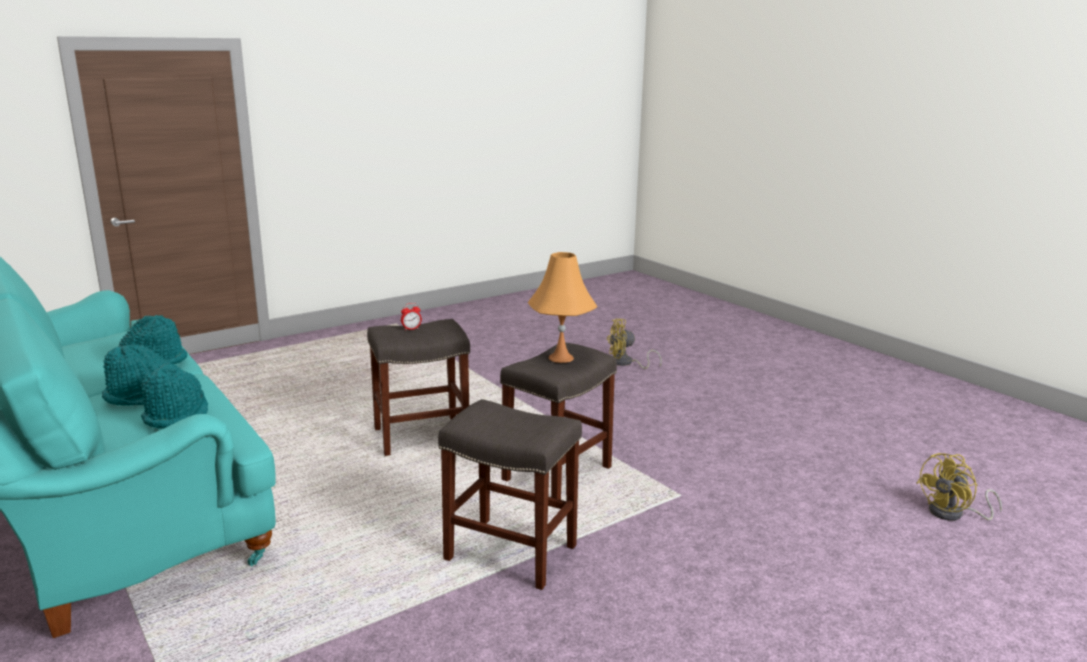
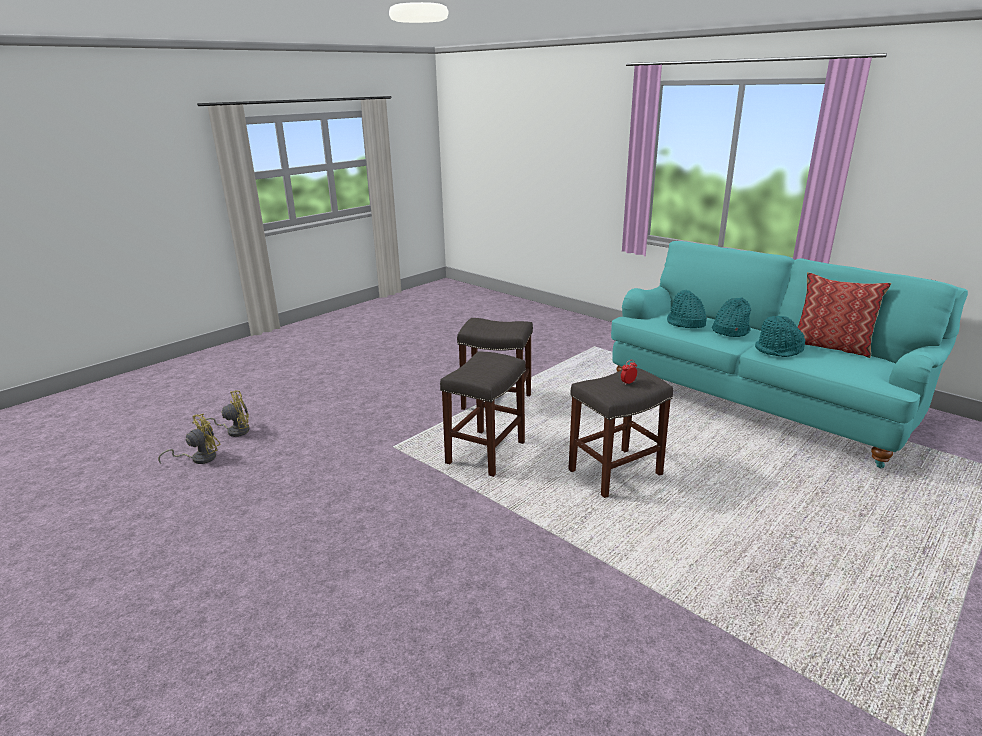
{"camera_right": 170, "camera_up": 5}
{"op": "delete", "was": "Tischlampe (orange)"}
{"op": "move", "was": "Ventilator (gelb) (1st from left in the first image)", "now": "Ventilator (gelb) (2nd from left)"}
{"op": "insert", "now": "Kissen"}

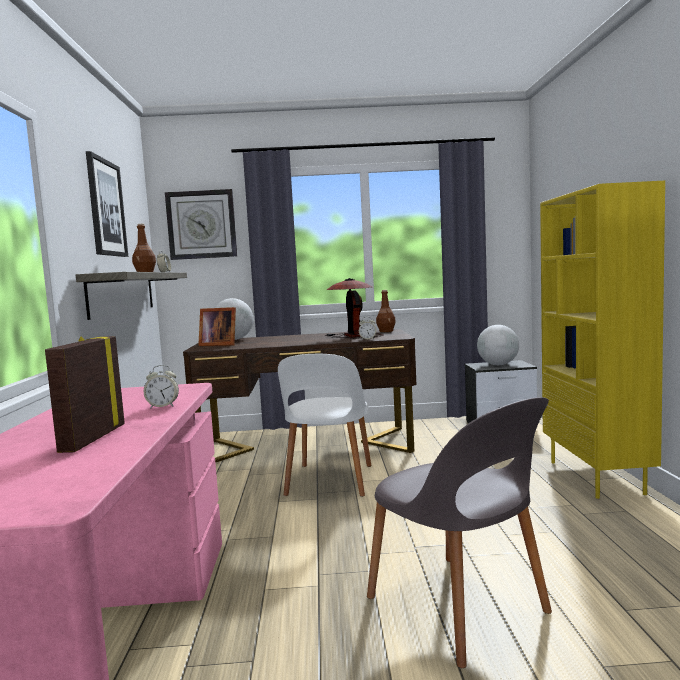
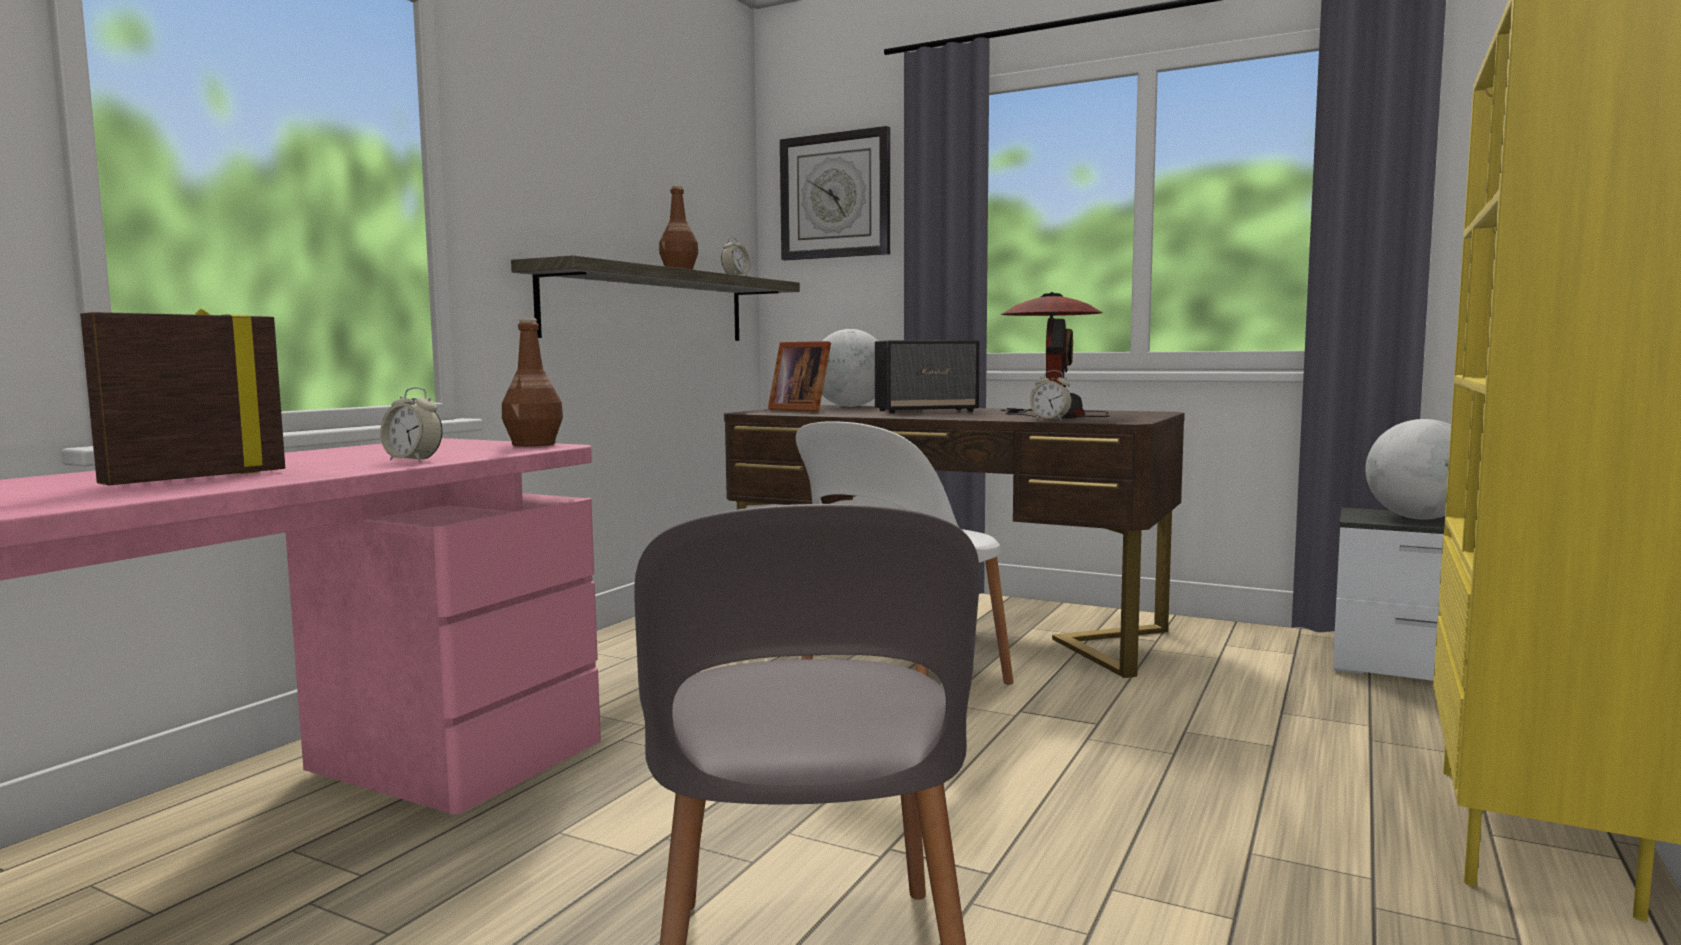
{"camera_right": 30, "camera_up": 0}
{"op": "delete", "was": "Bild"}
{"op": "move", "was": "Flasche (braun) (2nd from left in the first image)", "now": "Flasche (braun) (1st from left)"}
{"op": "insert", "now": "Lautsprecher"}

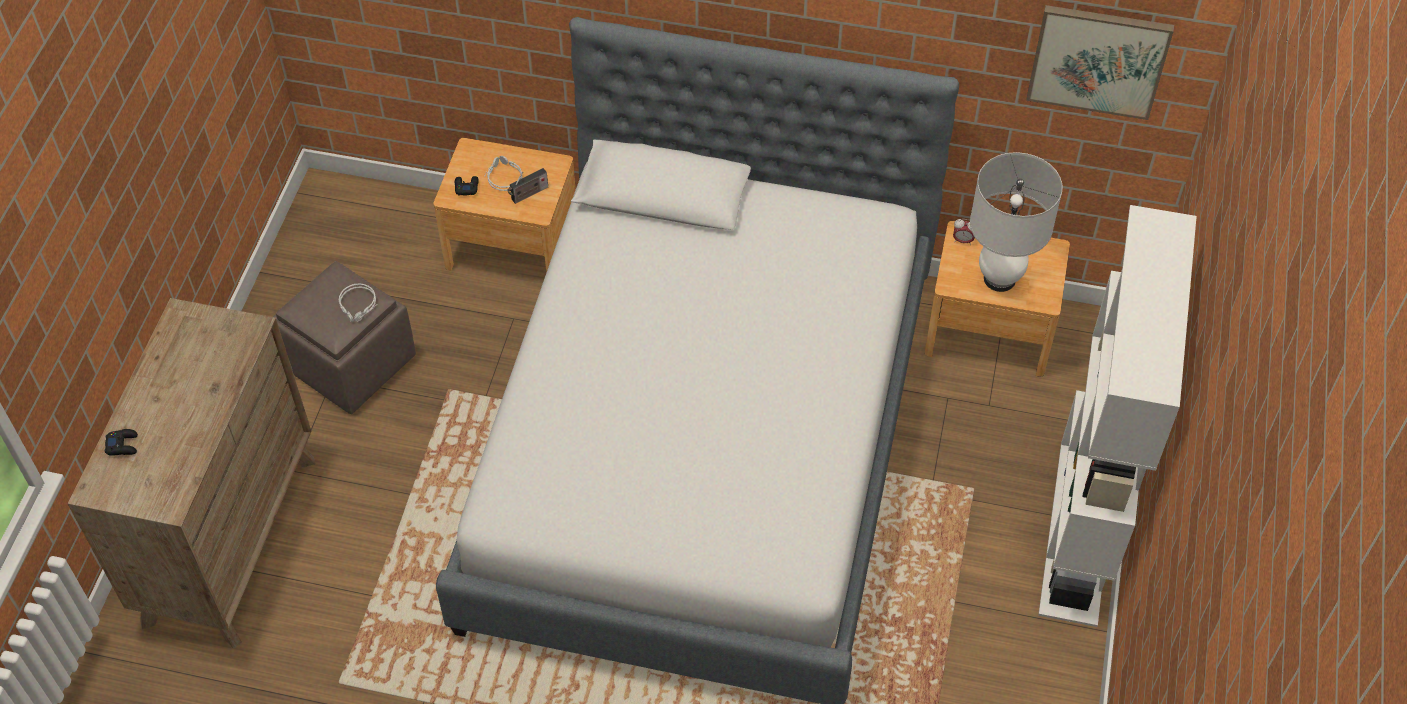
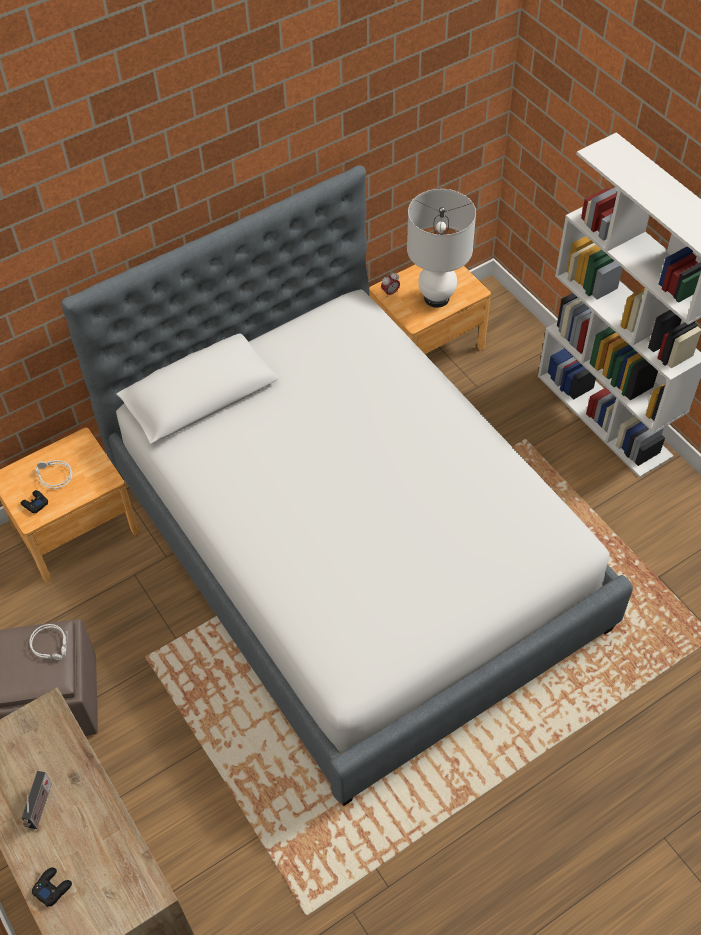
{"camera_right": -45, "camera_up": 0}
{"op": "delete", "was": "Bild"}
{"op": "move", "was": "Radio"}

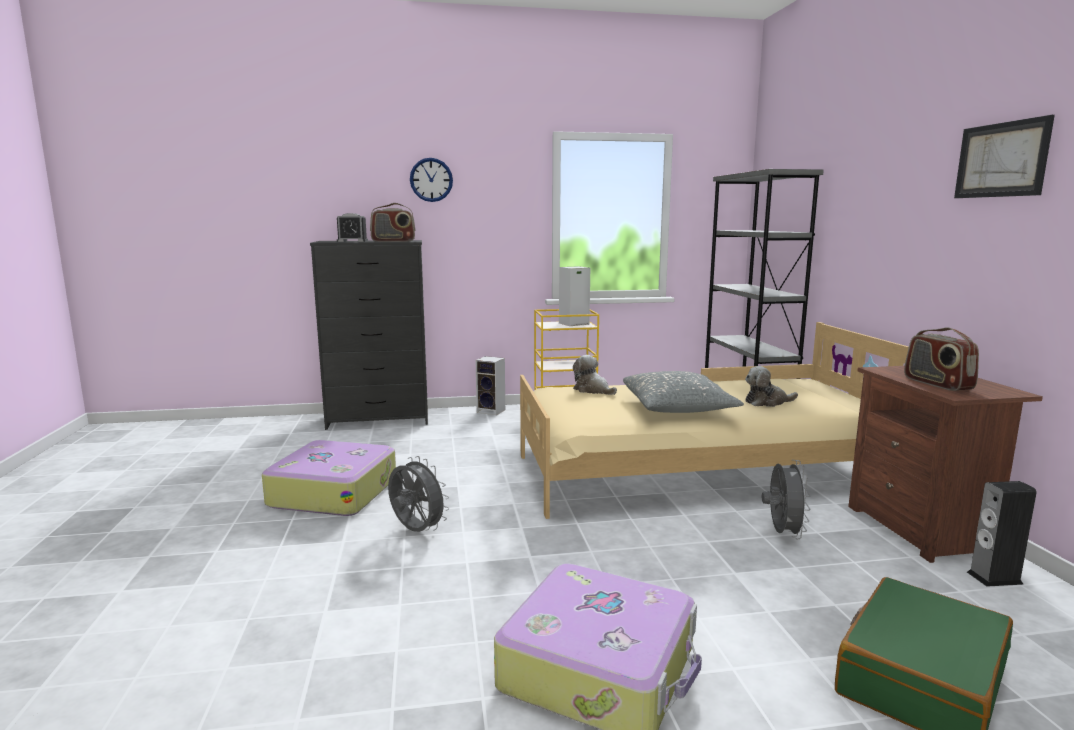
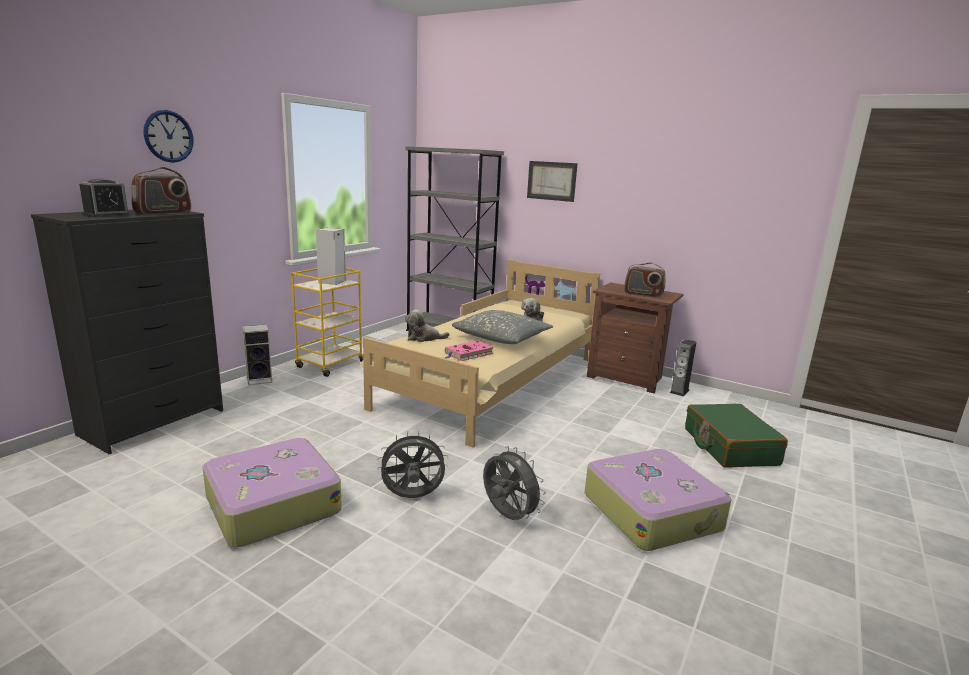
{"camera_right": -50, "camera_up": 5}
{"op": "move", "was": "Bild"}
{"op": "move", "was": "Ventilator (grau) (2nd from left)"}
{"op": "insert", "now": "Buch (rosa)"}

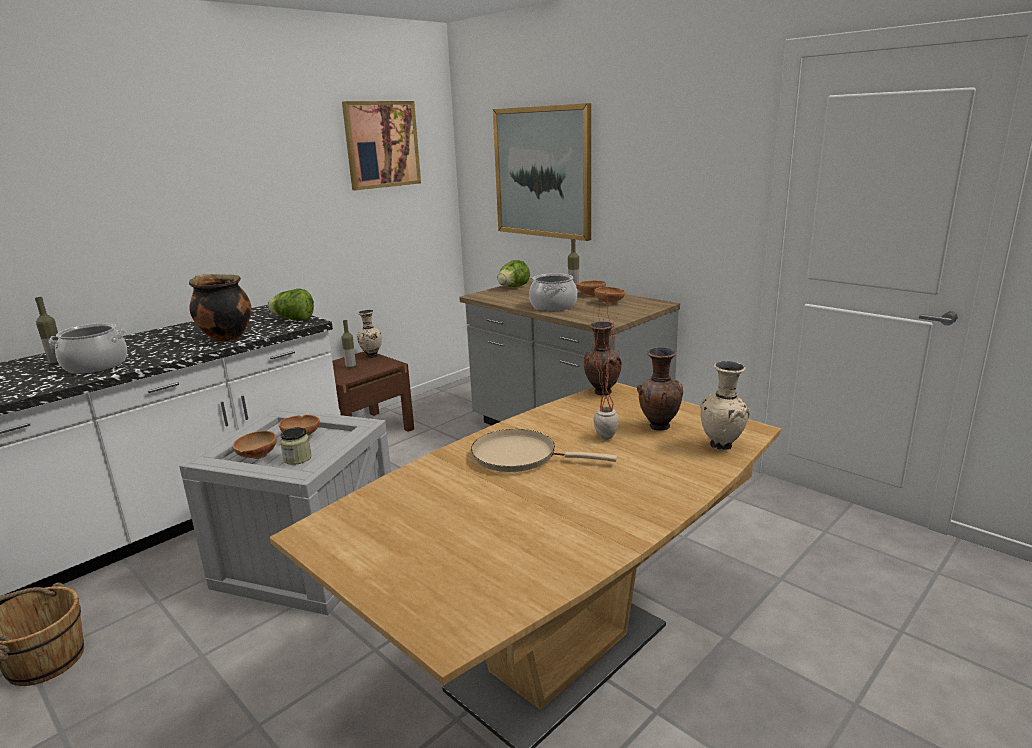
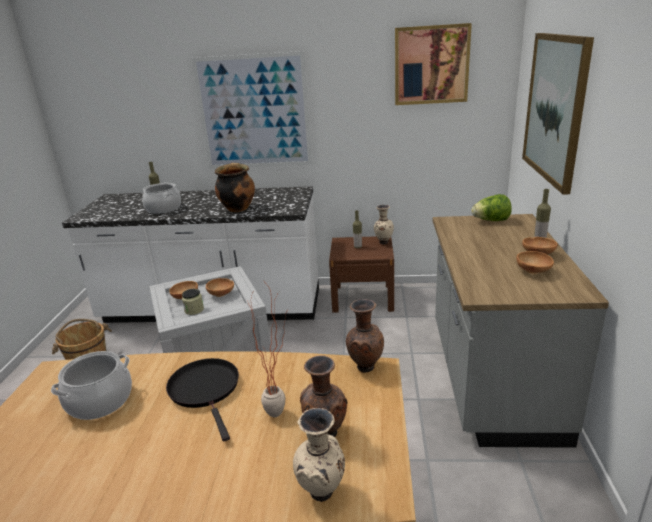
{"camera_right": 50, "camera_up": 5}
{"op": "move", "was": "Kochtopf (3rd from left in the first image)", "now": "Kochtopf (1st from left)"}
{"op": "delete", "was": "Salatkopf (1st from left)"}
{"op": "recolor", "was": "Pfanne (beige)", "now": "Pfanne (schwarz)"}
{"op": "insert", "now": "Bild (1st from left)"}

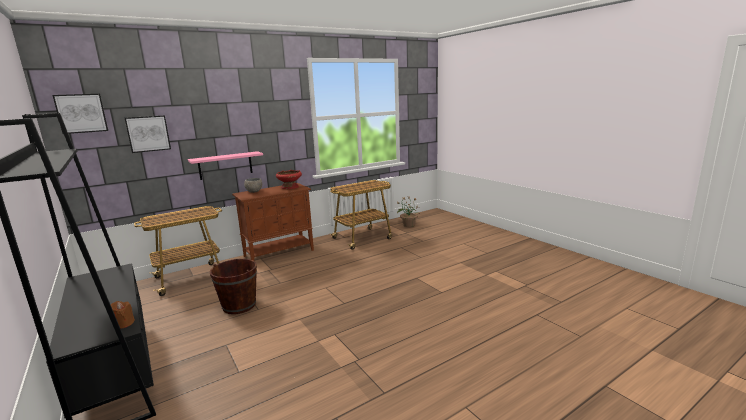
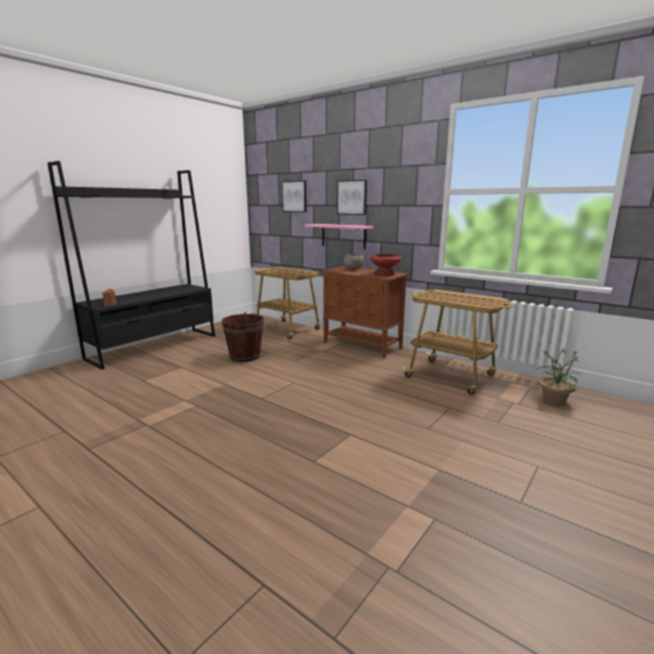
{"camera_right": 70, "camera_up": 0}
{"op": "move", "was": "Bild (1st from left in the first image)", "now": "Bild (2nd from left)"}

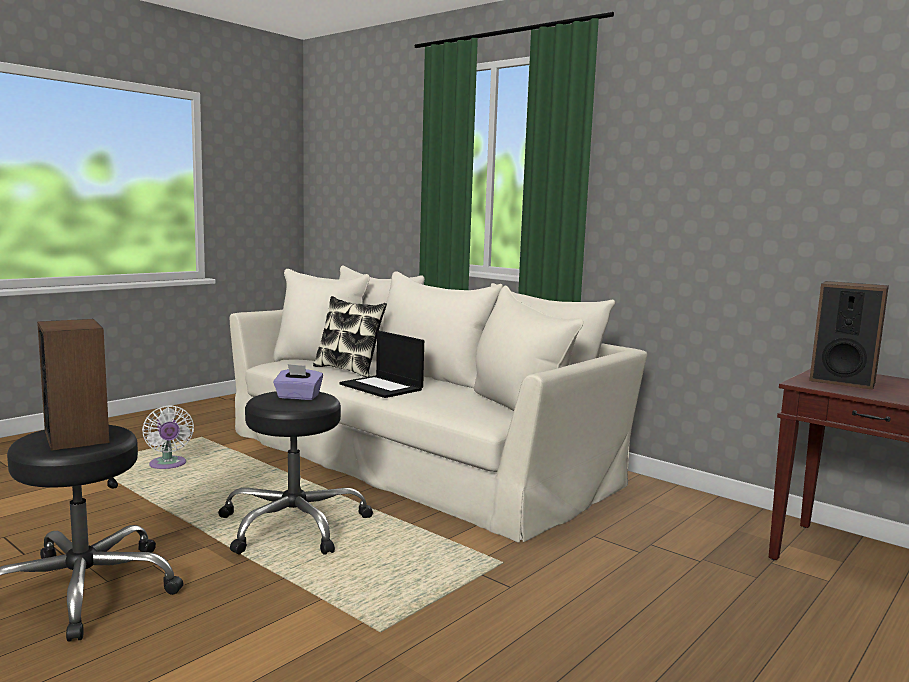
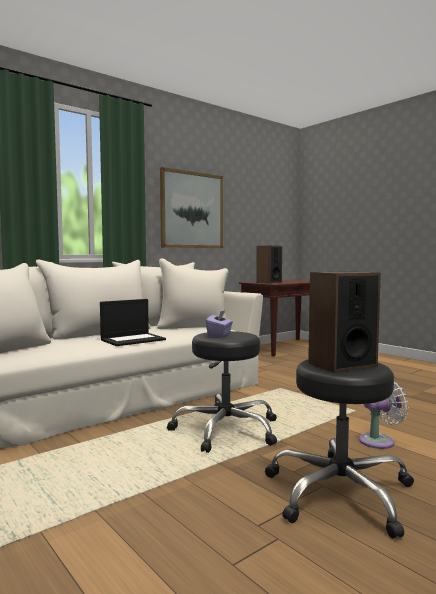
{"camera_right": -80, "camera_up": -5}
{"op": "delete", "was": "Kissen"}
{"op": "move", "was": "Ventilator (weiß)"}
{"op": "insert", "now": "Bild"}

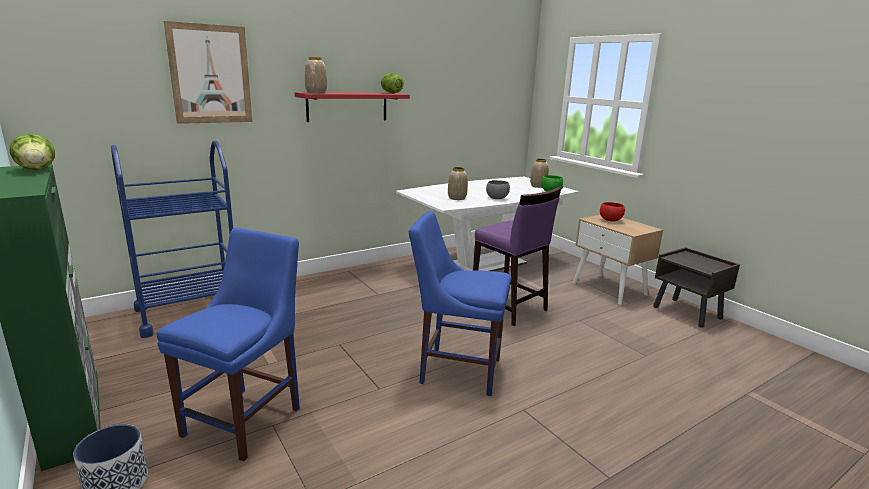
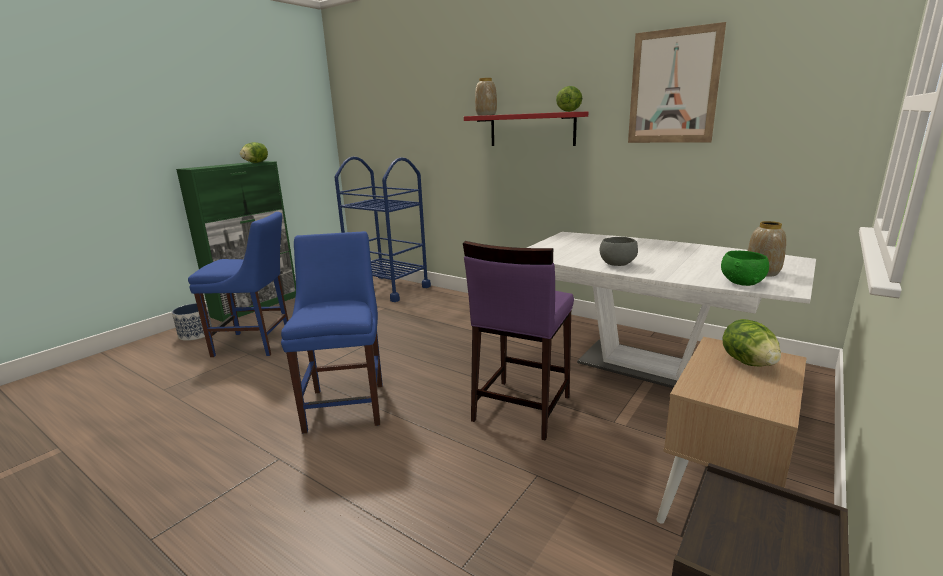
{"camera_right": 70, "camera_up": 0}
{"op": "move", "was": "Bild"}
{"op": "delete", "was": "Vase (2nd from left)"}
{"op": "replace", "was": "Schüssel (rot)", "now": "Salatkopf (3rd from left)"}

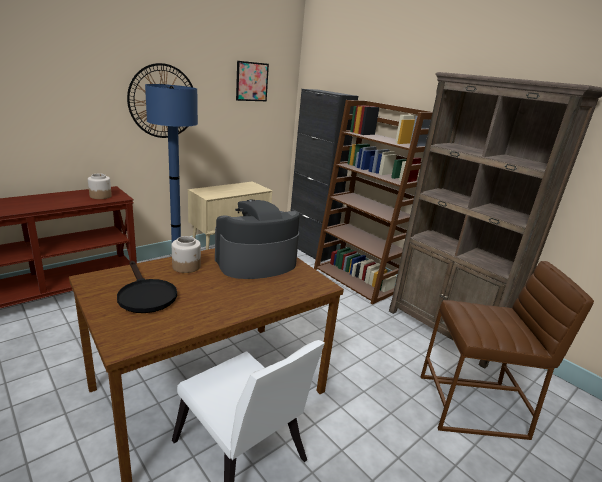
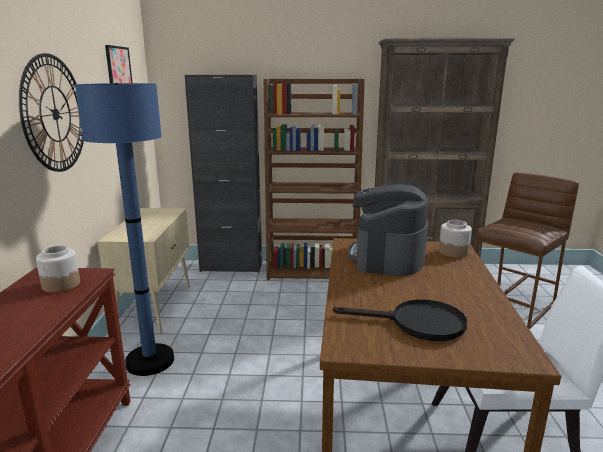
{"camera_right": -45, "camera_up": -5}
{"op": "move", "was": "Vorratsglas (2nd from left)"}

